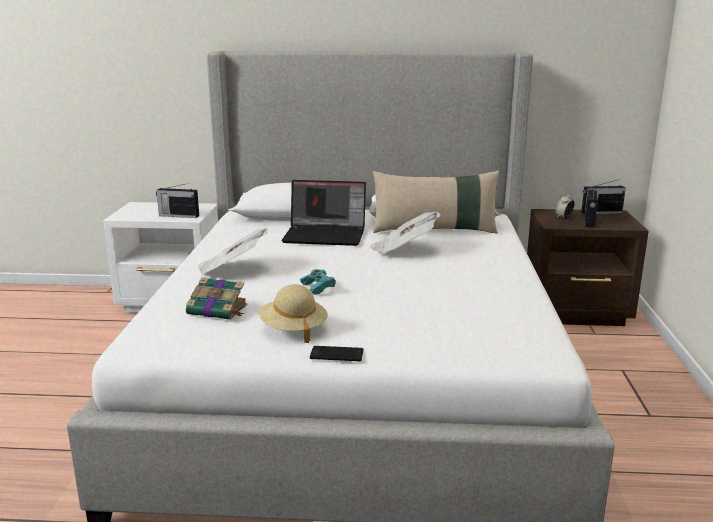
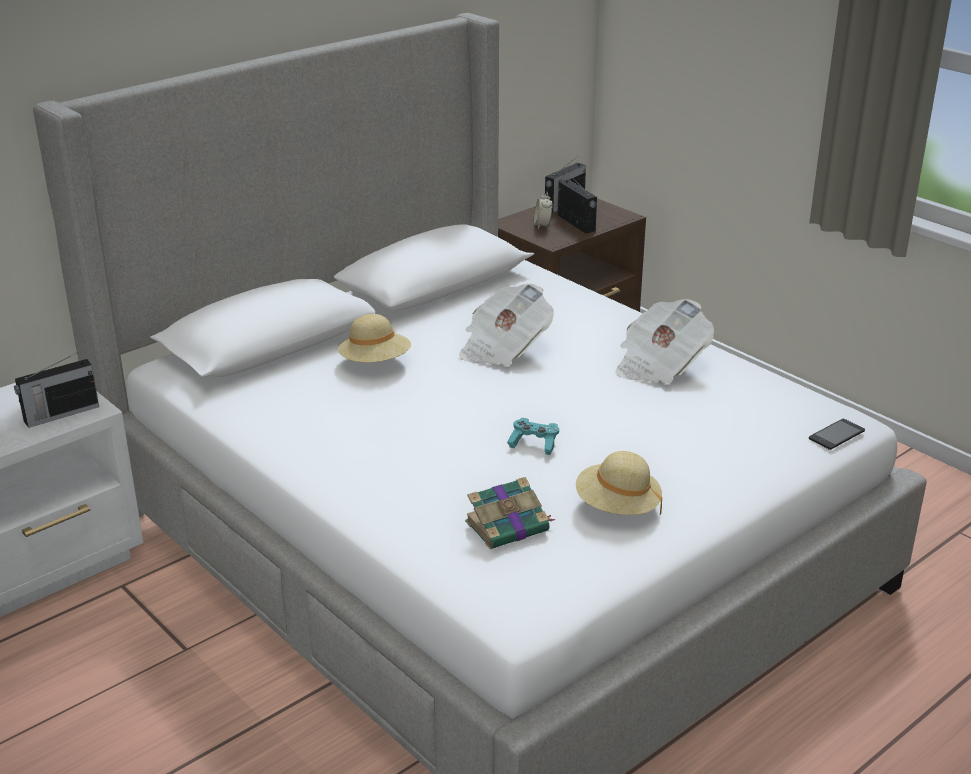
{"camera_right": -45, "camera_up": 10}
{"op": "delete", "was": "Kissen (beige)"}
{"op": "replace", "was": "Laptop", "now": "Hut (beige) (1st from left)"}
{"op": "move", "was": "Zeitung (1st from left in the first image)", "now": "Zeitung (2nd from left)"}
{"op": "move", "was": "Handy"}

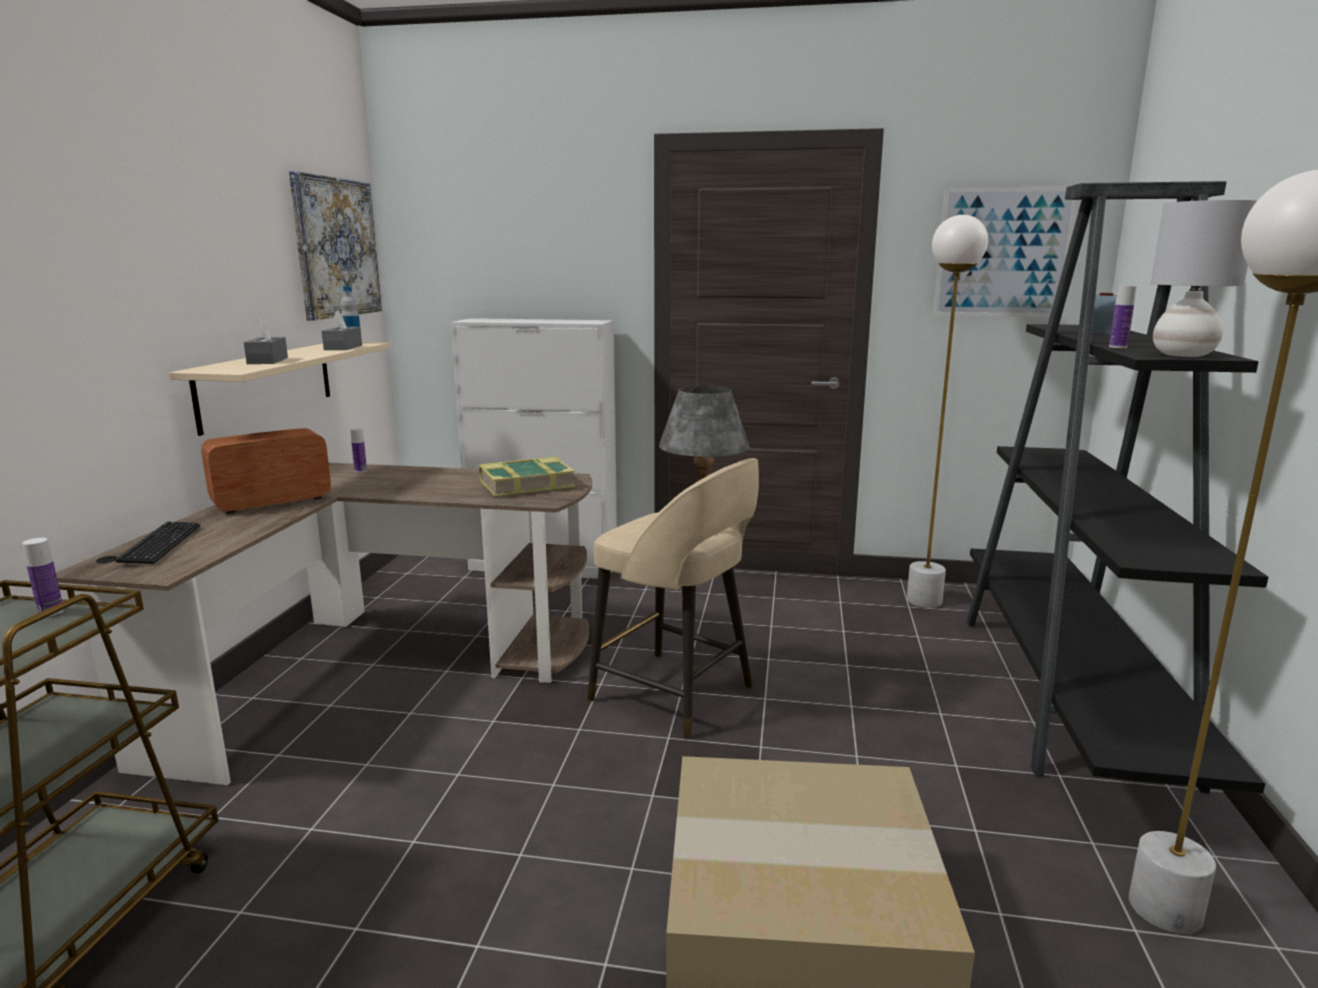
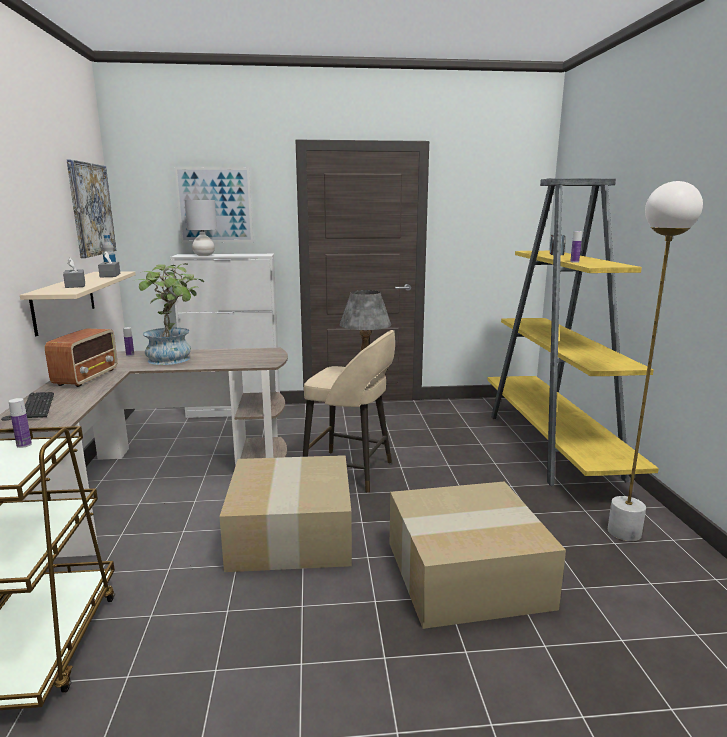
{"camera_right": -15, "camera_up": 0}
{"op": "recolor", "was": "Bücherregal (schwarz)", "now": "Bücherregal (gelb)"}
{"op": "move", "was": "Bild (2nd from left)"}
{"op": "move", "was": "Tischlampe (grau) (2nd from left in the first image)", "now": "Tischlampe (grau) (1st from left)"}
{"op": "delete", "was": "Stehlampe (weiß) (1st from left)"}
{"op": "rotate", "was": "Radio", "clockwise": 150}
{"op": "delete", "was": "Buch"}
{"op": "insert", "now": "Topfpflanze"}
{"op": "insert", "now": "Karton (1st from left)"}

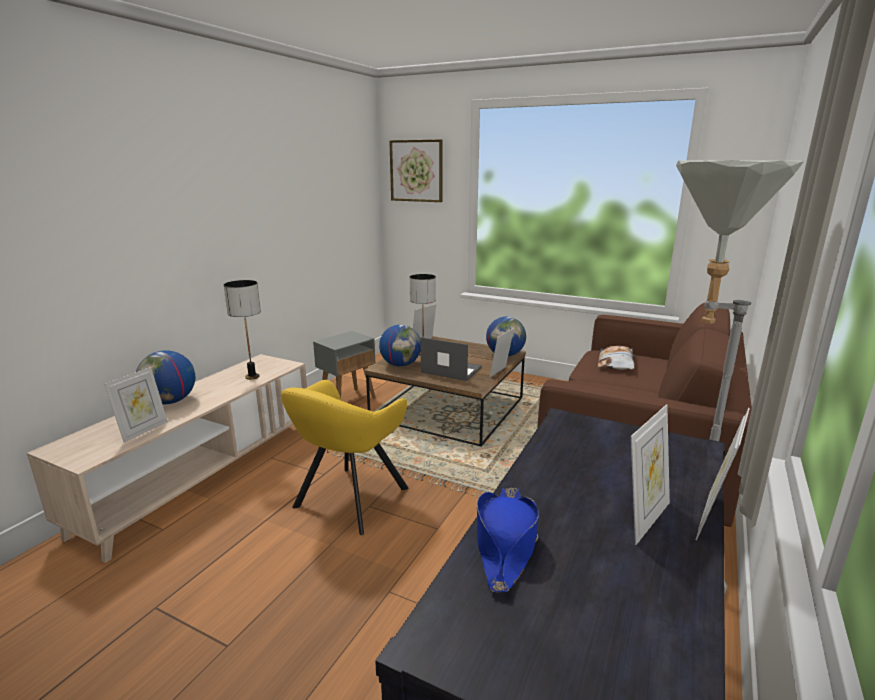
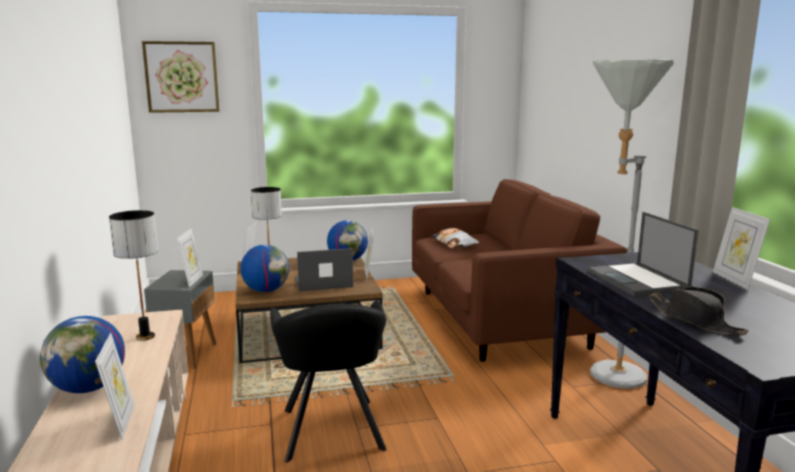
{"camera_right": -40, "camera_up": -5}
{"op": "recolor", "was": "Sessel (gelb)", "now": "Sessel (schwarz)"}
{"op": "move", "was": "Bilderrahmen (4th from left in the first image)", "now": "Bilderrahmen (2nd from left)"}
{"op": "recolor", "was": "Hut (blau)", "now": "Hut (schwarz)"}
{"op": "insert", "now": "Laptop (2nd from left)"}

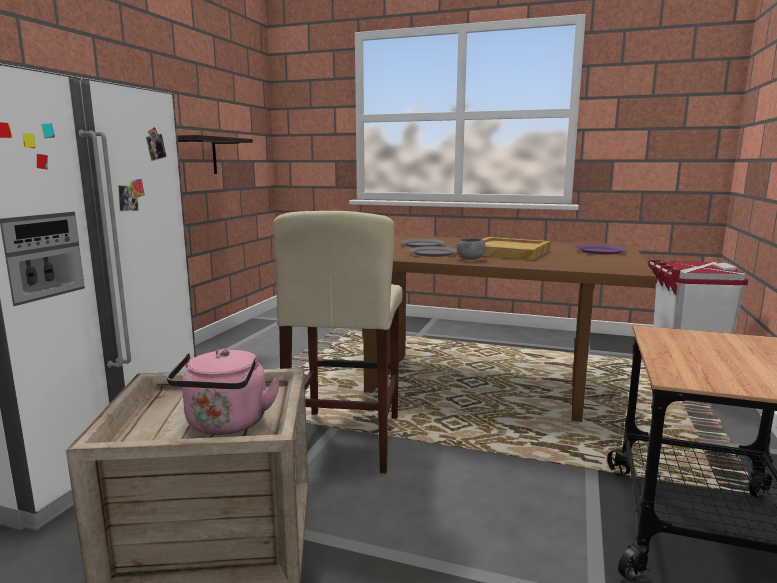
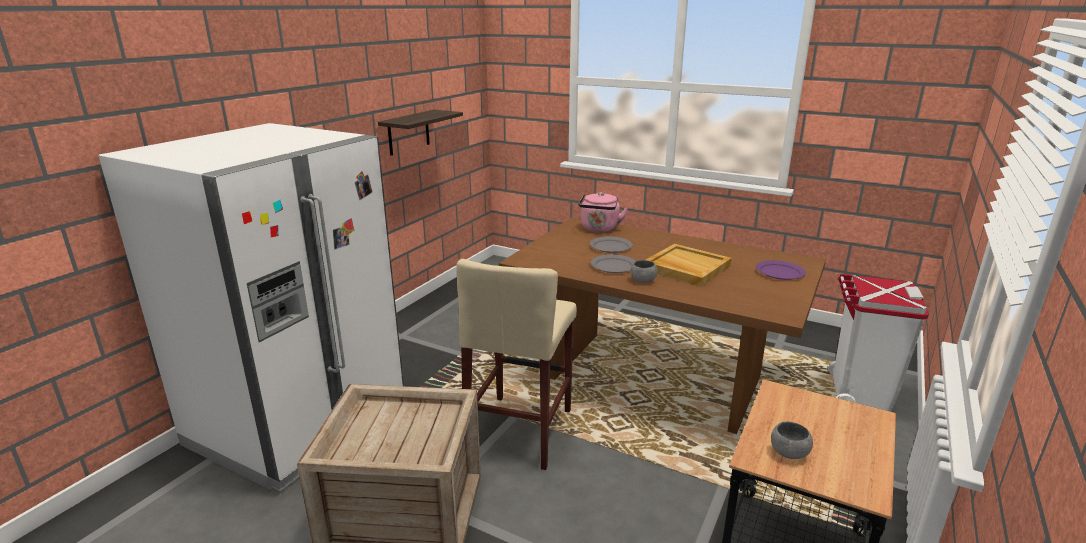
{"camera_right": 10, "camera_up": 10}
{"op": "move", "was": "Wasserkessel (rosa)"}
{"op": "insert", "now": "Schüssel (grau) (2nd from left)"}

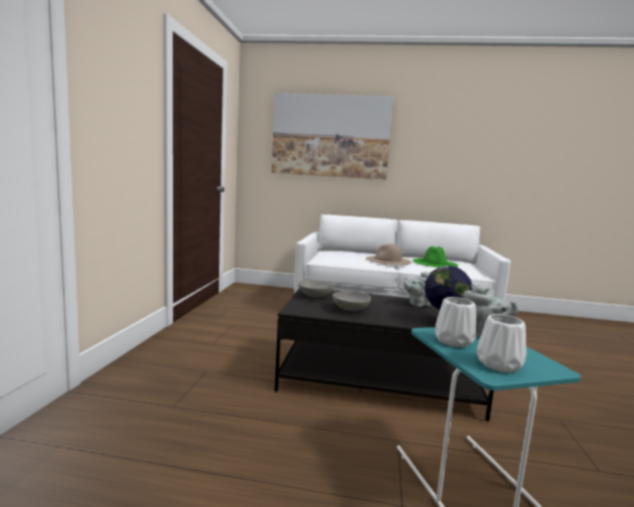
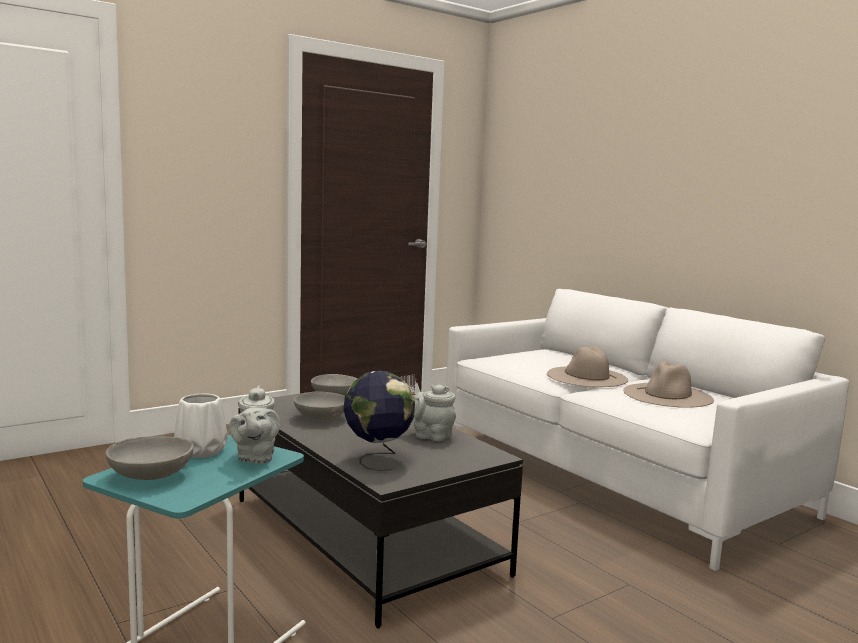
{"camera_right": 45, "camera_up": 0}
{"op": "delete", "was": "Bild"}
{"op": "recolor", "was": "Hut (grün)", "now": "Hut (beige) (2nd from left)"}
{"op": "replace", "was": "Vase (weiß) (2nd from left)", "now": "Schüssel (grau) (1st from left)"}

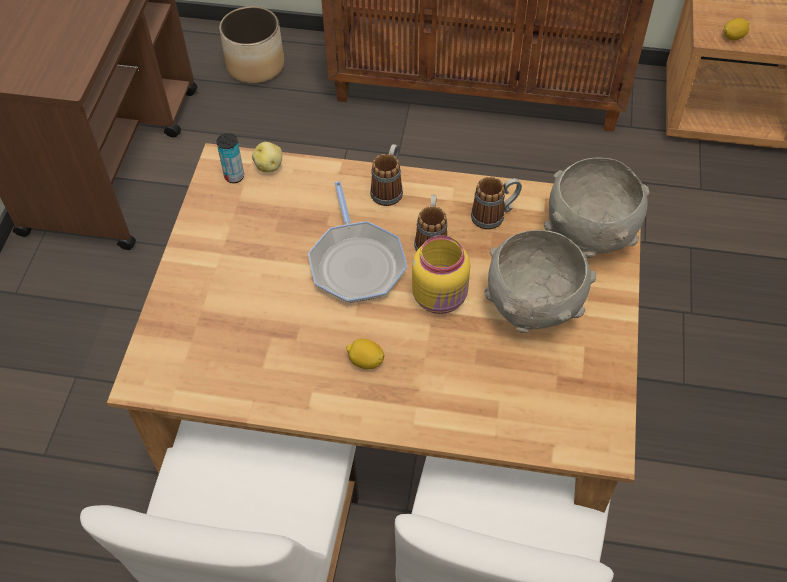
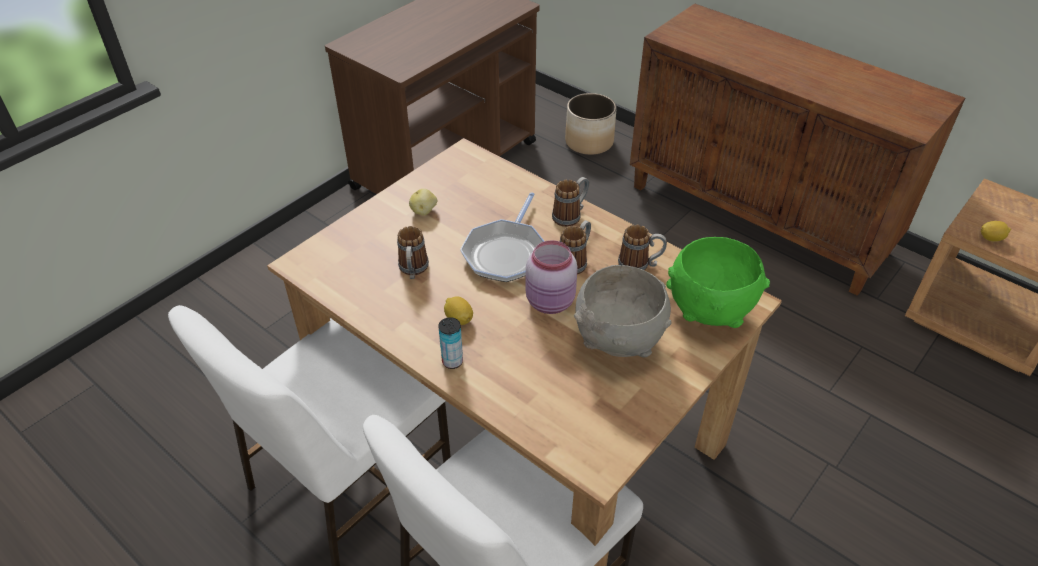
{"camera_right": 30, "camera_up": -10}
{"op": "move", "was": "Dose"}
{"op": "move", "was": "Kartoffel"}
{"op": "recolor", "was": "Schüssel (grau) (2nd from left)", "now": "Schüssel (grün)"}
{"op": "recolor", "was": "Vorratsglas (gelb)", "now": "Vorratsglas (rosa)"}
{"op": "insert", "now": "Henkelbecher (1st from left)"}

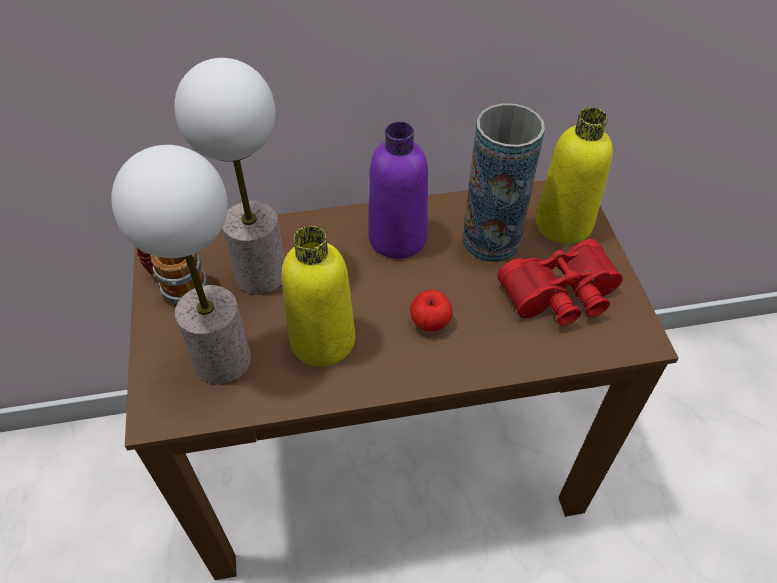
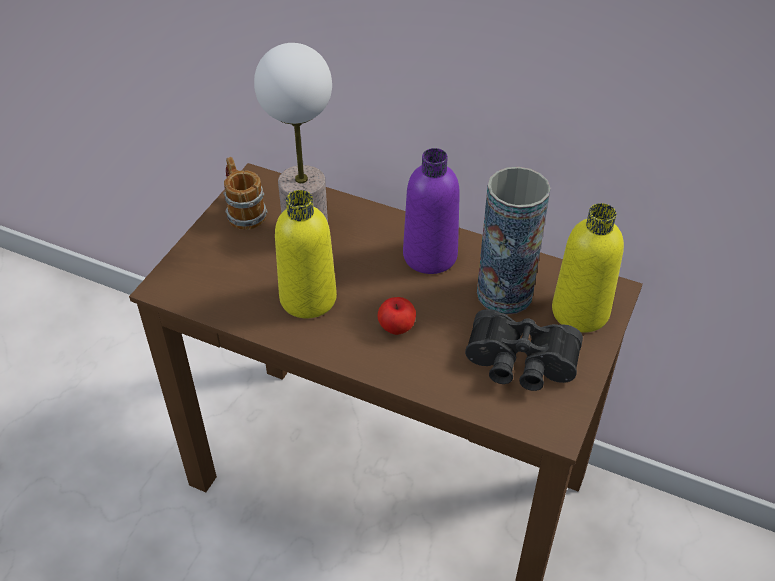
{"camera_right": 35, "camera_up": -5}
{"op": "delete", "was": "Tischlampe (1st from left)"}
{"op": "recolor", "was": "Fernglas (rot)", "now": "Fernglas (schwarz)"}

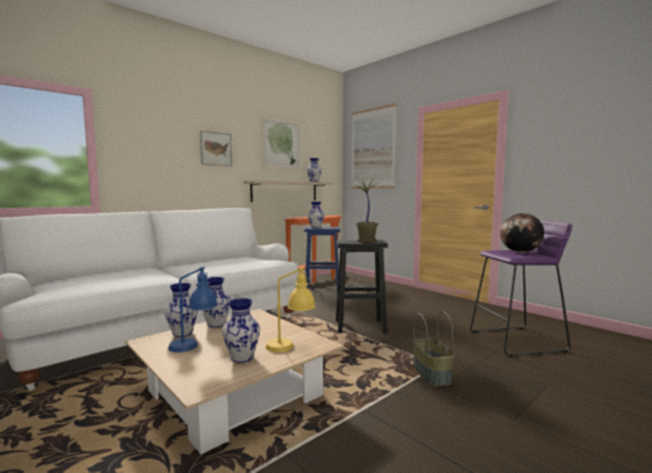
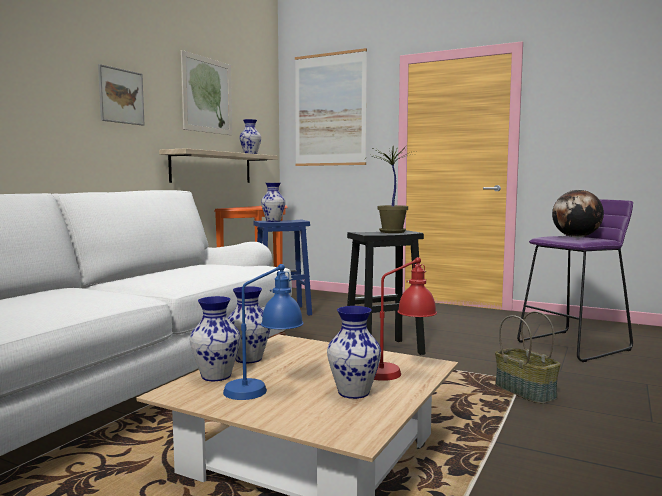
{"camera_right": -20, "camera_up": 0}
{"op": "recolor", "was": "Tischlampe (gelb)", "now": "Tischlampe (rot)"}

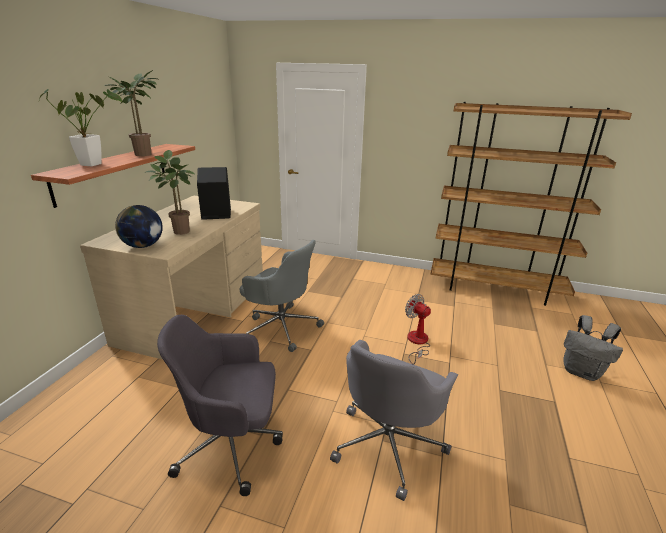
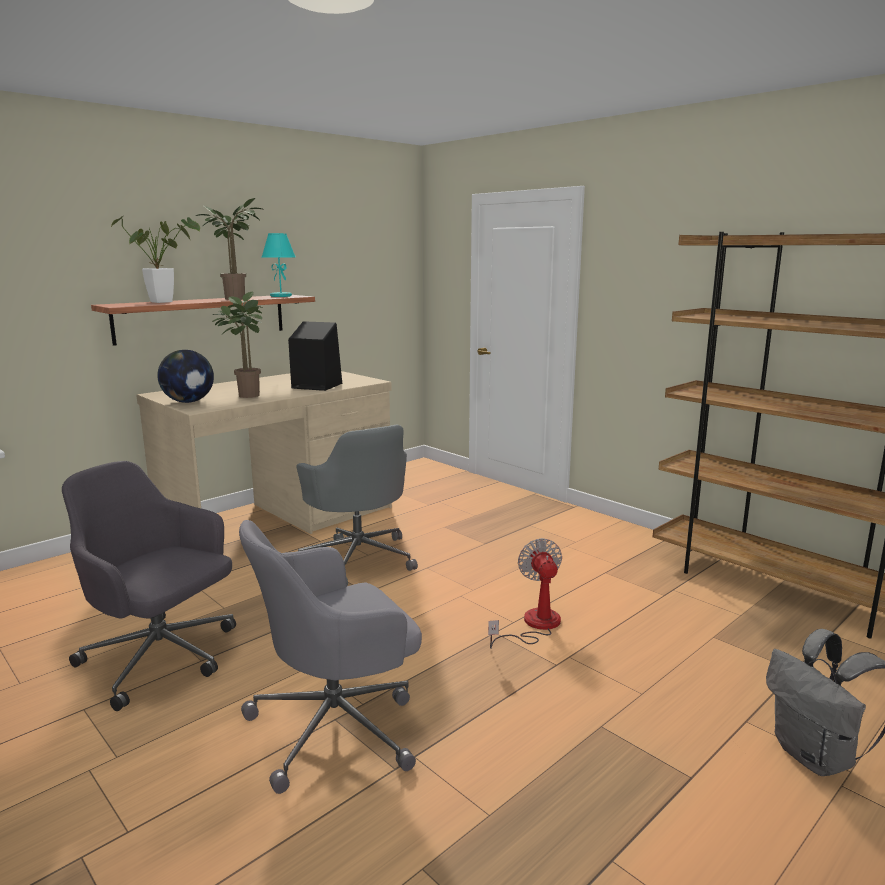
{"camera_right": 30, "camera_up": -10}
{"op": "insert", "now": "Tischlampe (türkis)"}

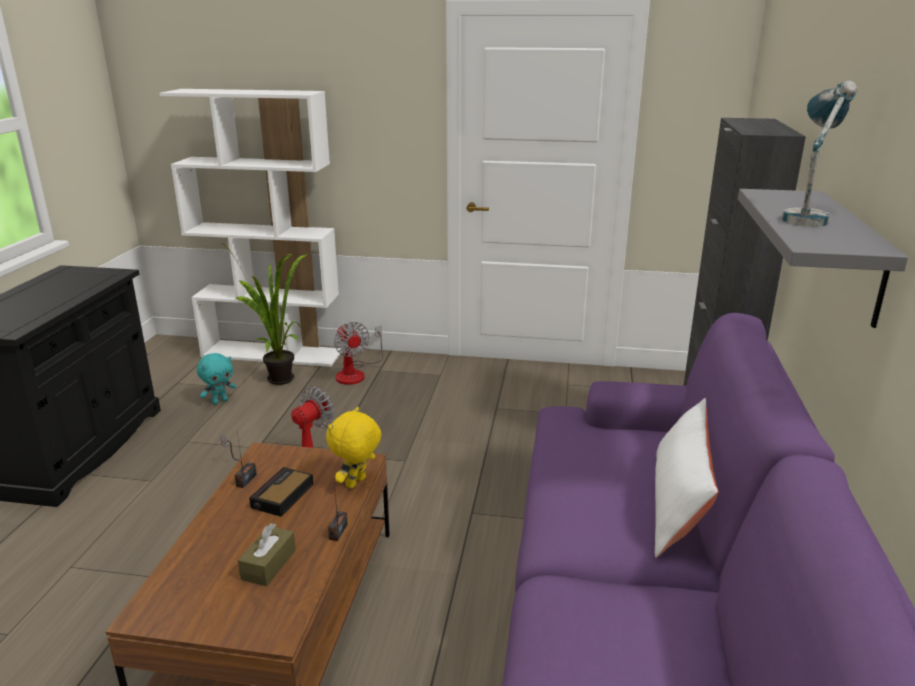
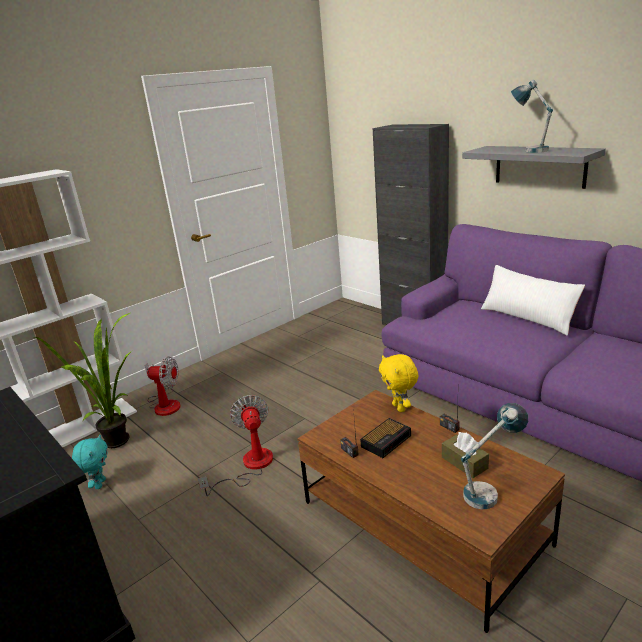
{"camera_right": -50, "camera_up": 0}
{"op": "rotate", "was": "Wecker", "clockwise": -105}
{"op": "insert", "now": "Tischlampe (1st from left)"}

